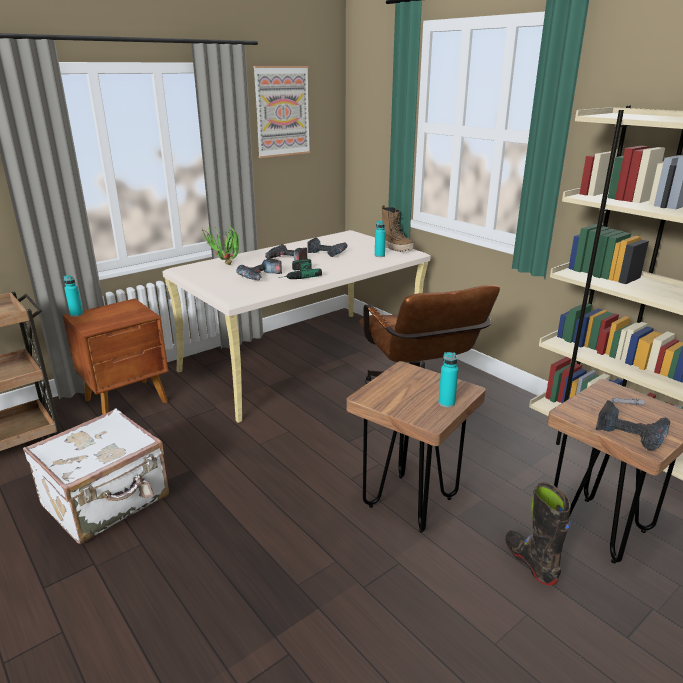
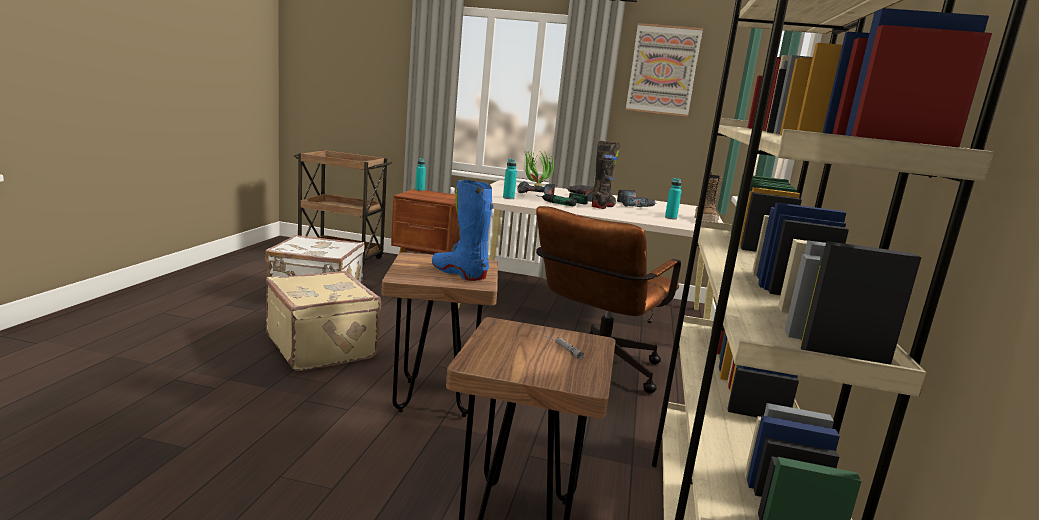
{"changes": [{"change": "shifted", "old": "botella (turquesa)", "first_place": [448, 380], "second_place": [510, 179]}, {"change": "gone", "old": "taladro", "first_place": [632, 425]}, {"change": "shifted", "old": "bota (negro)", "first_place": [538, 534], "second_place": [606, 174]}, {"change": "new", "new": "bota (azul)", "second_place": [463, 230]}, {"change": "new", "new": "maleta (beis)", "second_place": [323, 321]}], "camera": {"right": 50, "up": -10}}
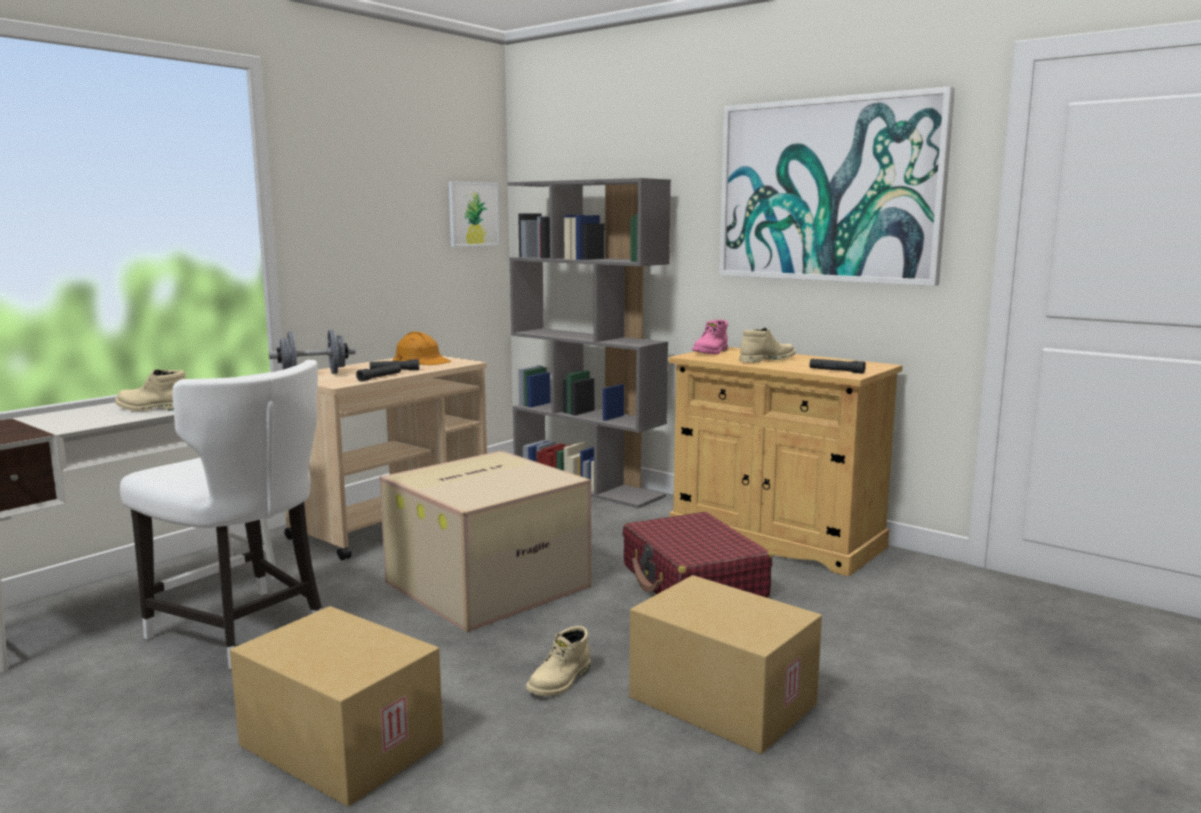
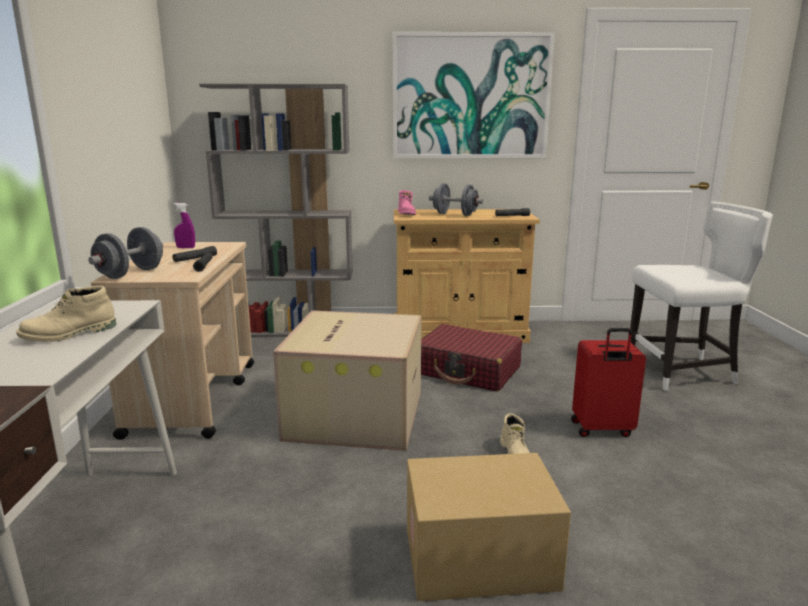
{"changes": [{"change": "gone", "old": "cuadro", "first_place": [474, 214]}, {"change": "swapped", "old": "bota (beis)", "new": "mancuerna (gris)", "first_place": [768, 345], "second_place": [456, 199]}, {"change": "swapped", "old": "casco (naranja)", "new": "pulverizador (morado)", "first_place": [422, 348], "second_place": [184, 225]}, {"change": "shifted", "old": "silla (blanco)", "first_place": [221, 515], "second_place": [701, 296]}, {"change": "swapped", "old": "caja de cartón", "new": "maleta (rojo)", "first_place": [725, 664], "second_place": [608, 382]}], "camera": {"right": -40, "up": 5}}
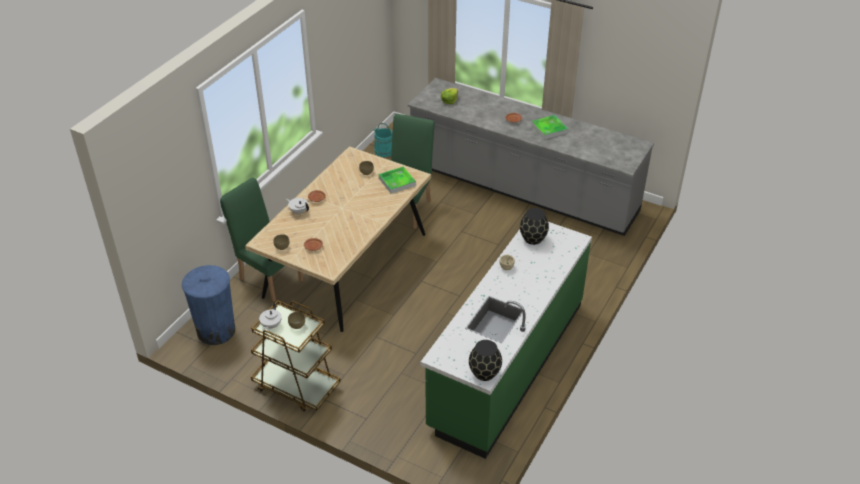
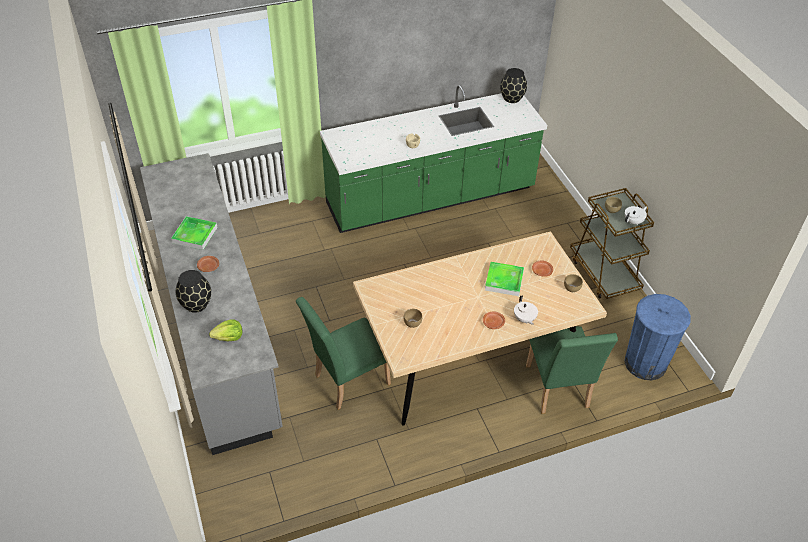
{"changes": [{"change": "gone", "old": "cubo (turquesa)", "first_place": [383, 140]}, {"change": "shifted", "old": "bandeja", "first_place": [397, 180], "second_place": [504, 279]}, {"change": "shifted", "old": "florero (negro)", "first_place": [534, 226], "second_place": [193, 291]}], "camera": {"right": -140, "up": 5}}
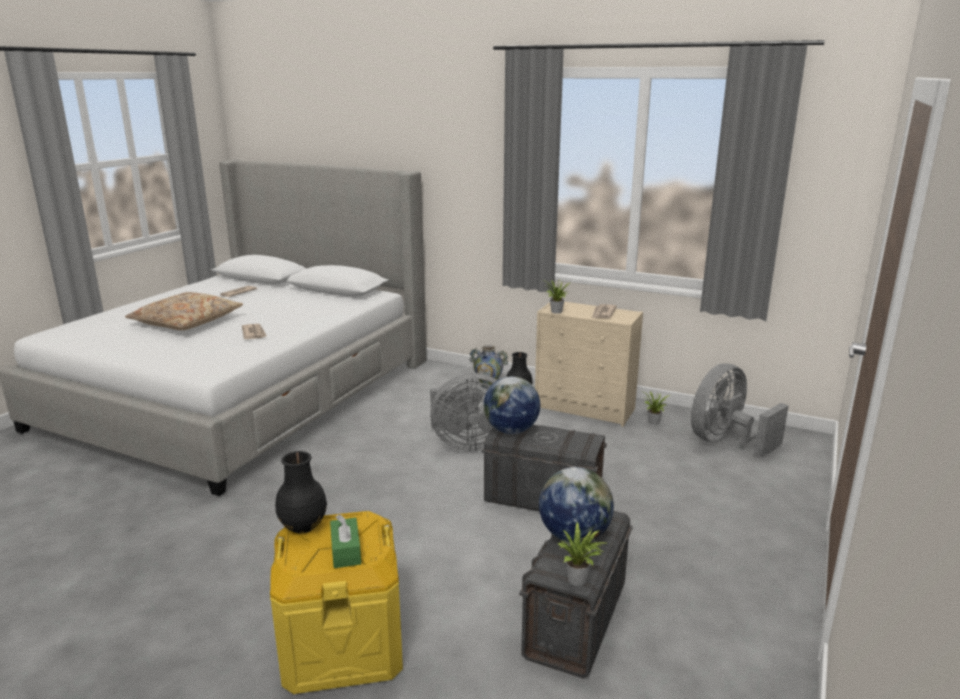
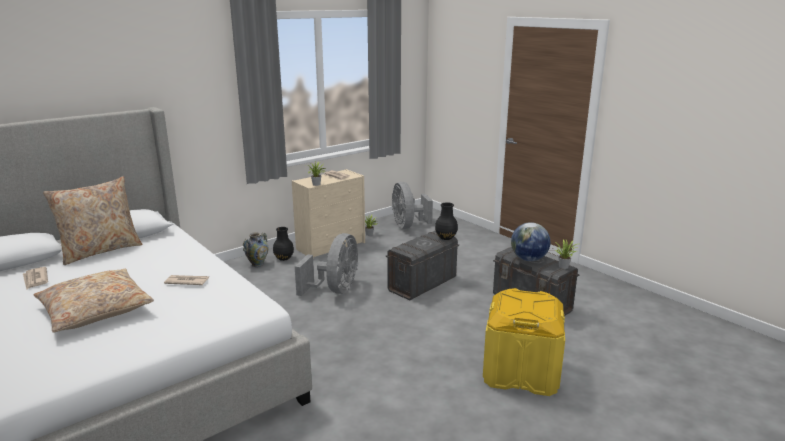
{"changes": [{"change": "gone", "old": "globo terráqueo", "first_place": [511, 405]}, {"change": "shifted", "old": "florero (negro)", "first_place": [301, 492], "second_place": [446, 221]}, {"change": "gone", "old": "caja de pañuelos (verde)", "first_place": [345, 541]}, {"change": "new", "new": "cojín (beis)", "second_place": [93, 221]}], "camera": {"right": -65, "up": 0}}
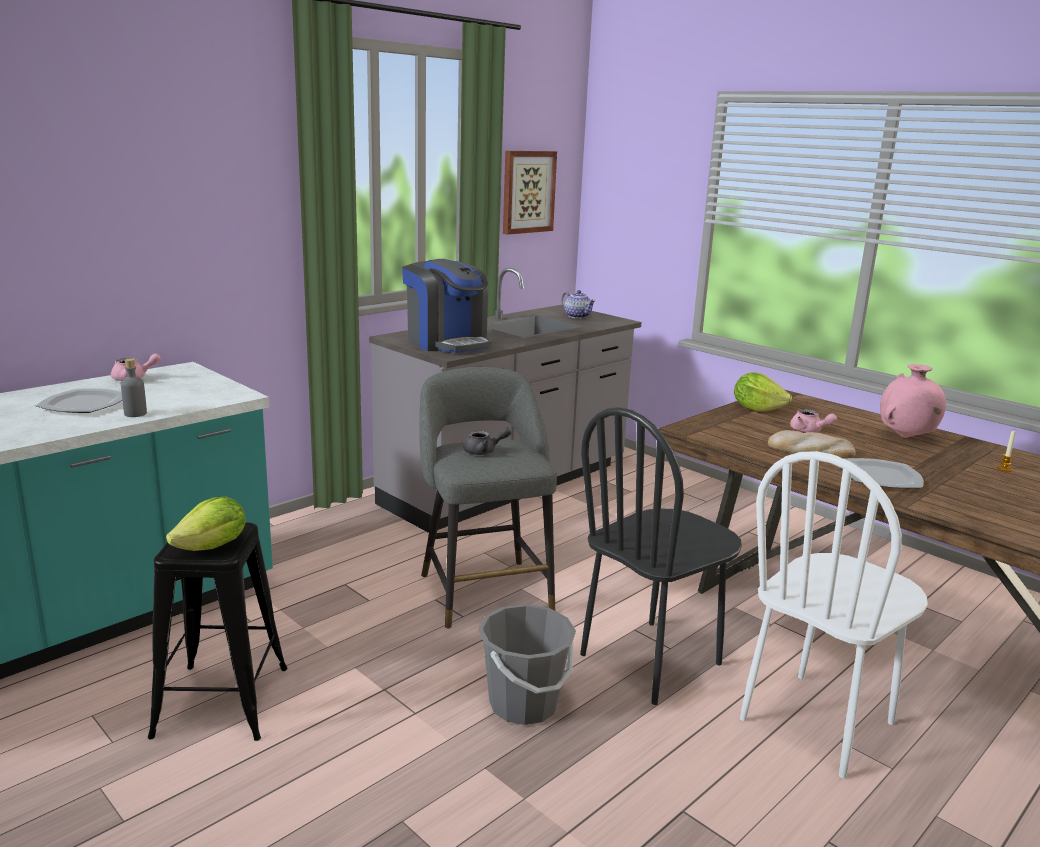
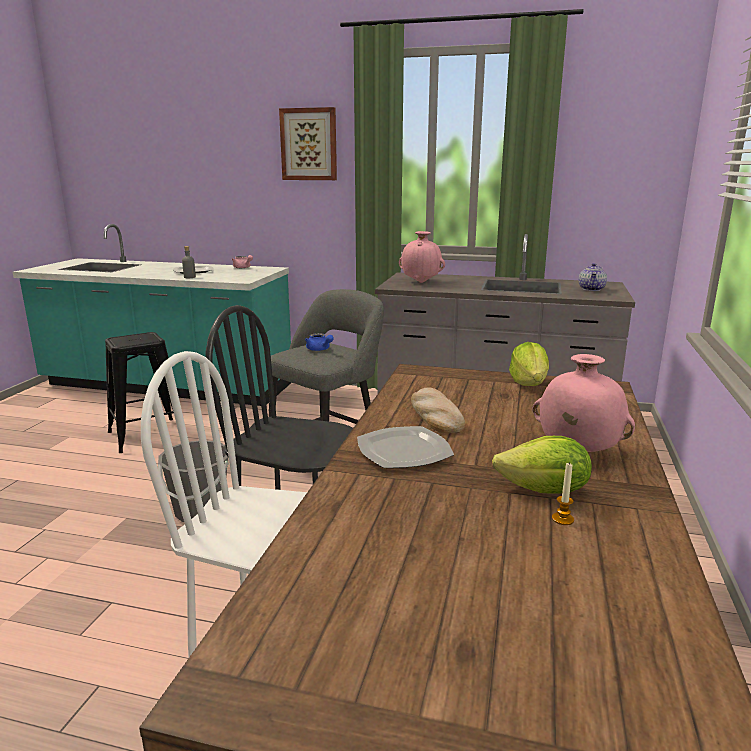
{"changes": [{"change": "shifted", "old": "cuadro", "first_place": [530, 193], "second_place": [308, 143]}, {"change": "swapped", "old": "cafetera", "new": "florero (rosa)", "first_place": [447, 306], "second_place": [422, 257]}, {"change": "gone", "old": "tetera (rosa)", "first_place": [813, 420]}, {"change": "repainted", "old": "tetera (gris)", "new": "tetera (azul)", "first_place": [487, 441], "second_place": [319, 342]}, {"change": "shifted", "old": "lechuga", "first_place": [206, 523], "second_place": [542, 465]}], "camera": {"right": 60, "up": 0}}
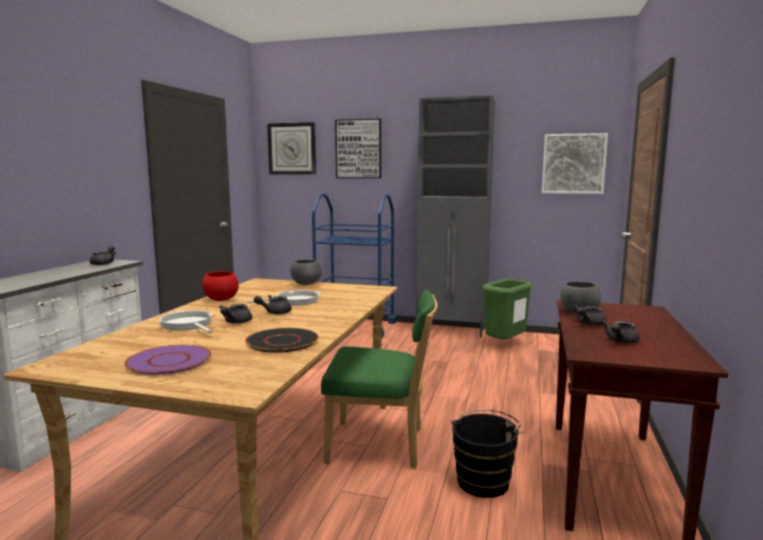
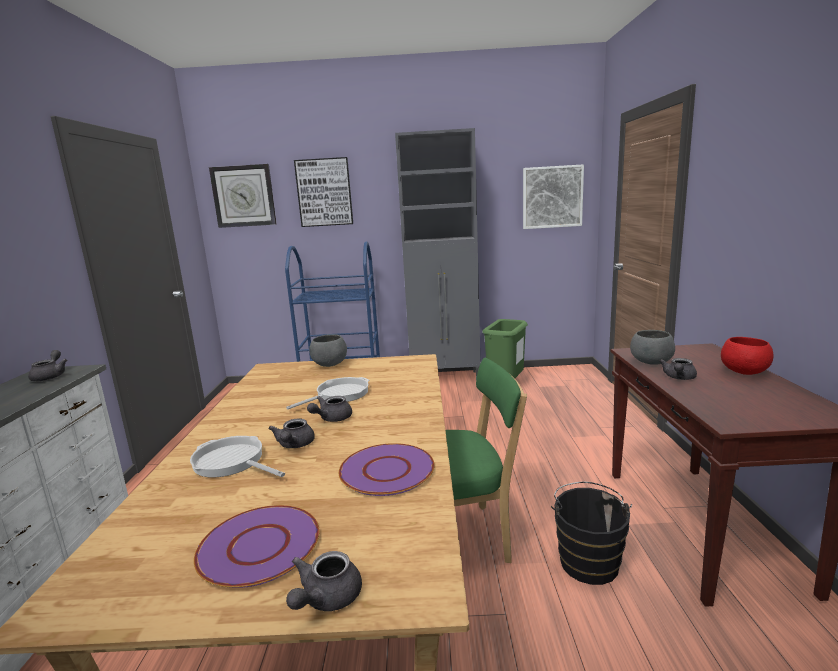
{"changes": [{"change": "shifted", "old": "cuenco (rojo)", "first_place": [220, 286], "second_place": [747, 356]}, {"change": "shifted", "old": "tetera (gris)", "first_place": [621, 331], "second_place": [324, 581]}, {"change": "repainted", "old": "plato (negro)", "new": "plato (morado)", "first_place": [282, 340], "second_place": [387, 469]}], "camera": {"right": -15, "up": 5}}
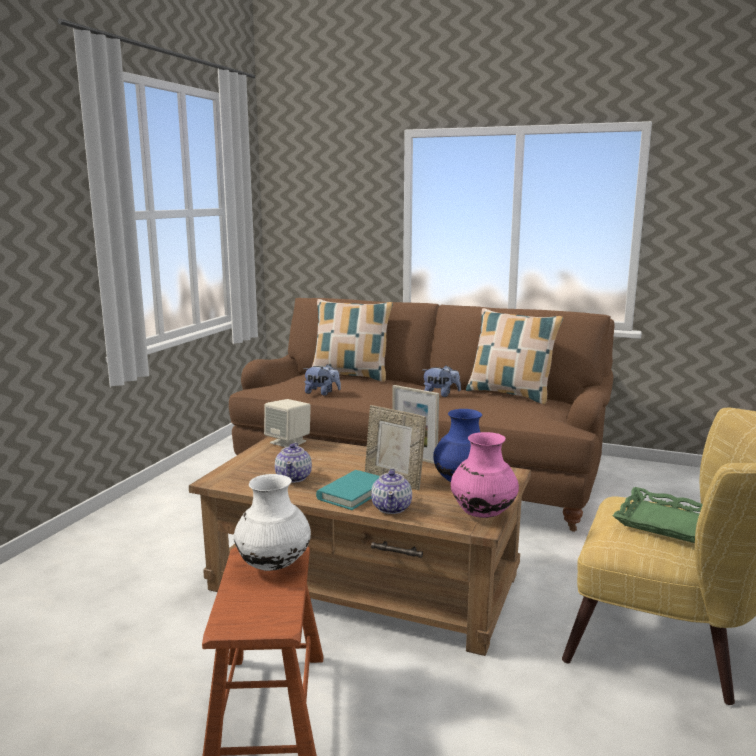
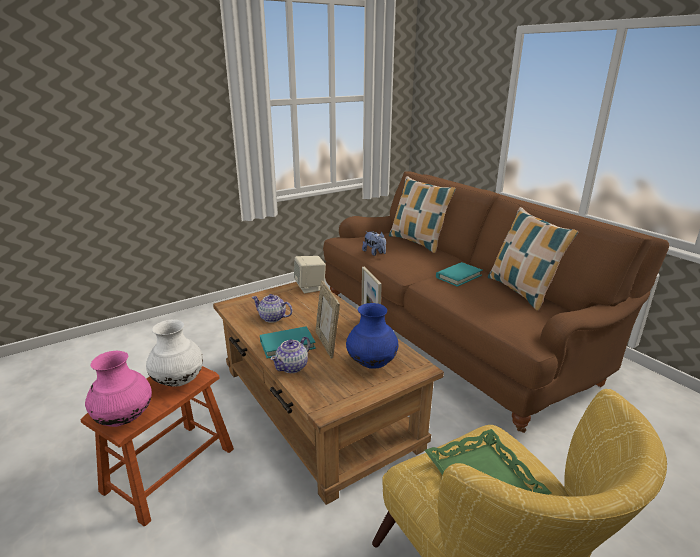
{"changes": [{"change": "swapped", "old": "peluche", "new": "libro (turquesa)", "first_place": [442, 381], "second_place": [459, 274]}, {"change": "shifted", "old": "florero (rosa)", "first_place": [485, 475], "second_place": [118, 389]}, {"change": "rotated", "old": "tetera", "first_place": [293, 463], "second_place": [272, 308], "degrees": 75}], "camera": {"right": 35, "up": 10}}
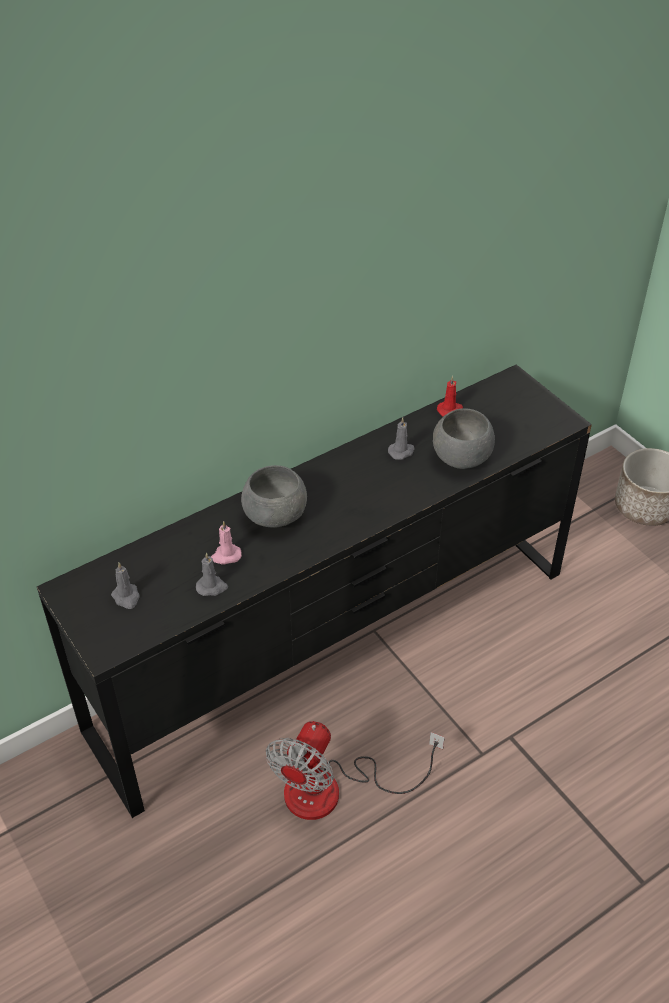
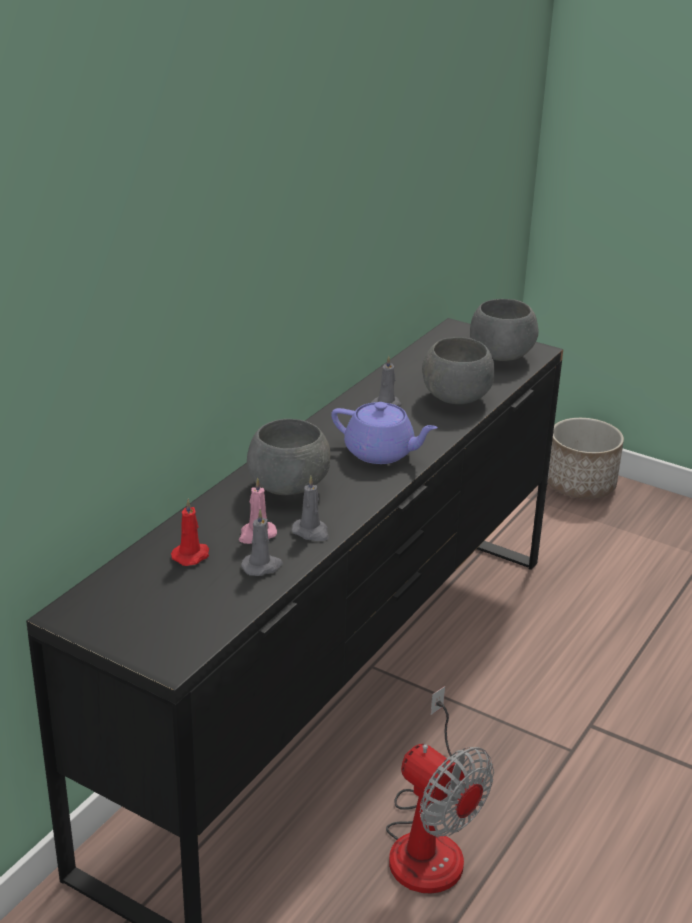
{"changes": [{"change": "shifted", "old": "vela (rojo)", "first_place": [450, 396], "second_place": [190, 532]}, {"change": "shifted", "old": "vela (gris)", "first_place": [125, 586], "second_place": [310, 508]}, {"change": "rotated", "old": "ventilador", "first_place": [355, 770], "second_place": [440, 789], "degrees": -45}, {"change": "new", "new": "cuenco (gris)", "second_place": [504, 330]}, {"change": "new", "new": "tetera (morado)", "second_place": [384, 433]}], "camera": {"right": -25, "up": -15}}
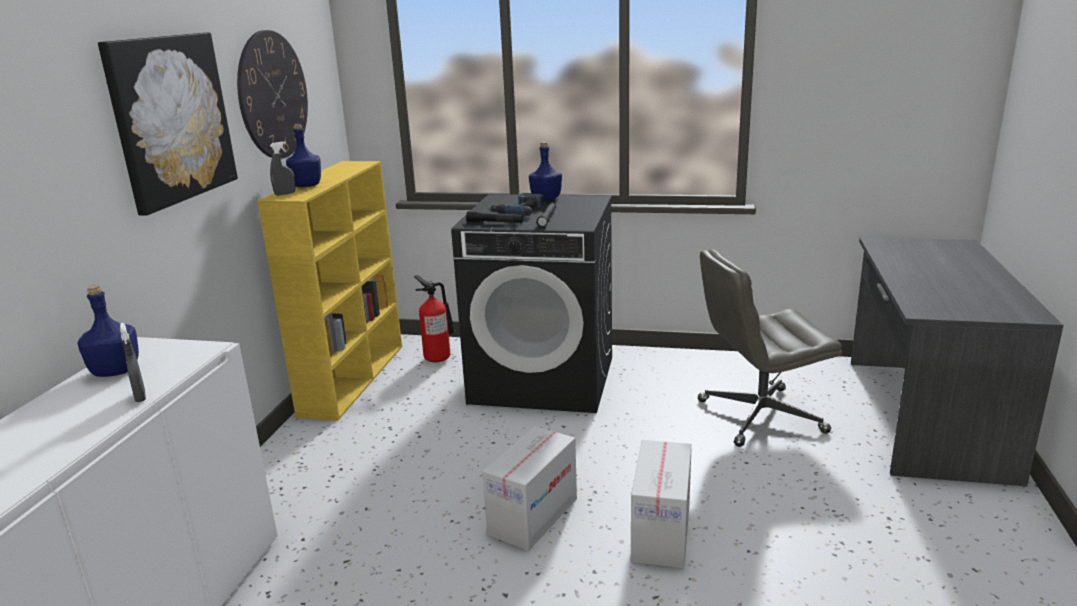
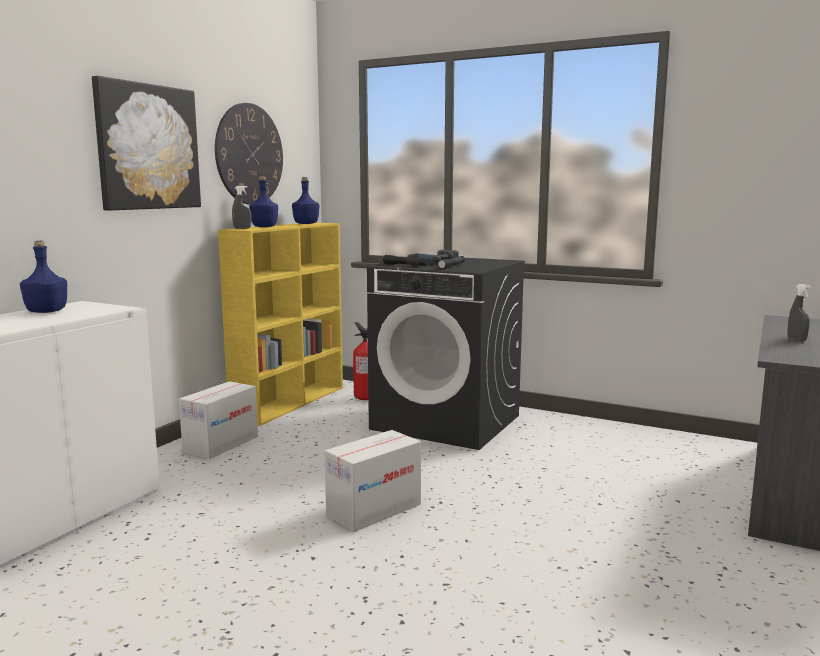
{"changes": [{"change": "shifted", "old": "botella (azul)", "first_place": [545, 171], "second_place": [305, 200]}, {"change": "gone", "old": "silla de oficina (gris)", "first_place": [770, 348]}, {"change": "shifted", "old": "pulverizador (gris)", "first_place": [133, 362], "second_place": [799, 312]}, {"change": "shifted", "old": "caja de cartón", "first_place": [661, 504], "second_place": [218, 420]}], "camera": {"right": 15, "up": -10}}
